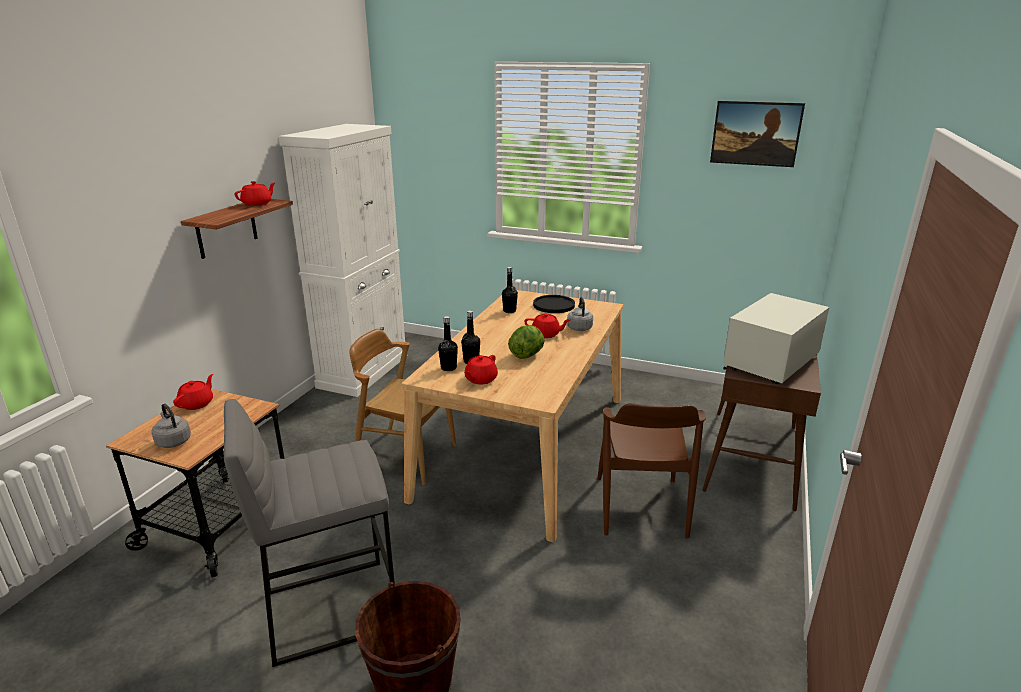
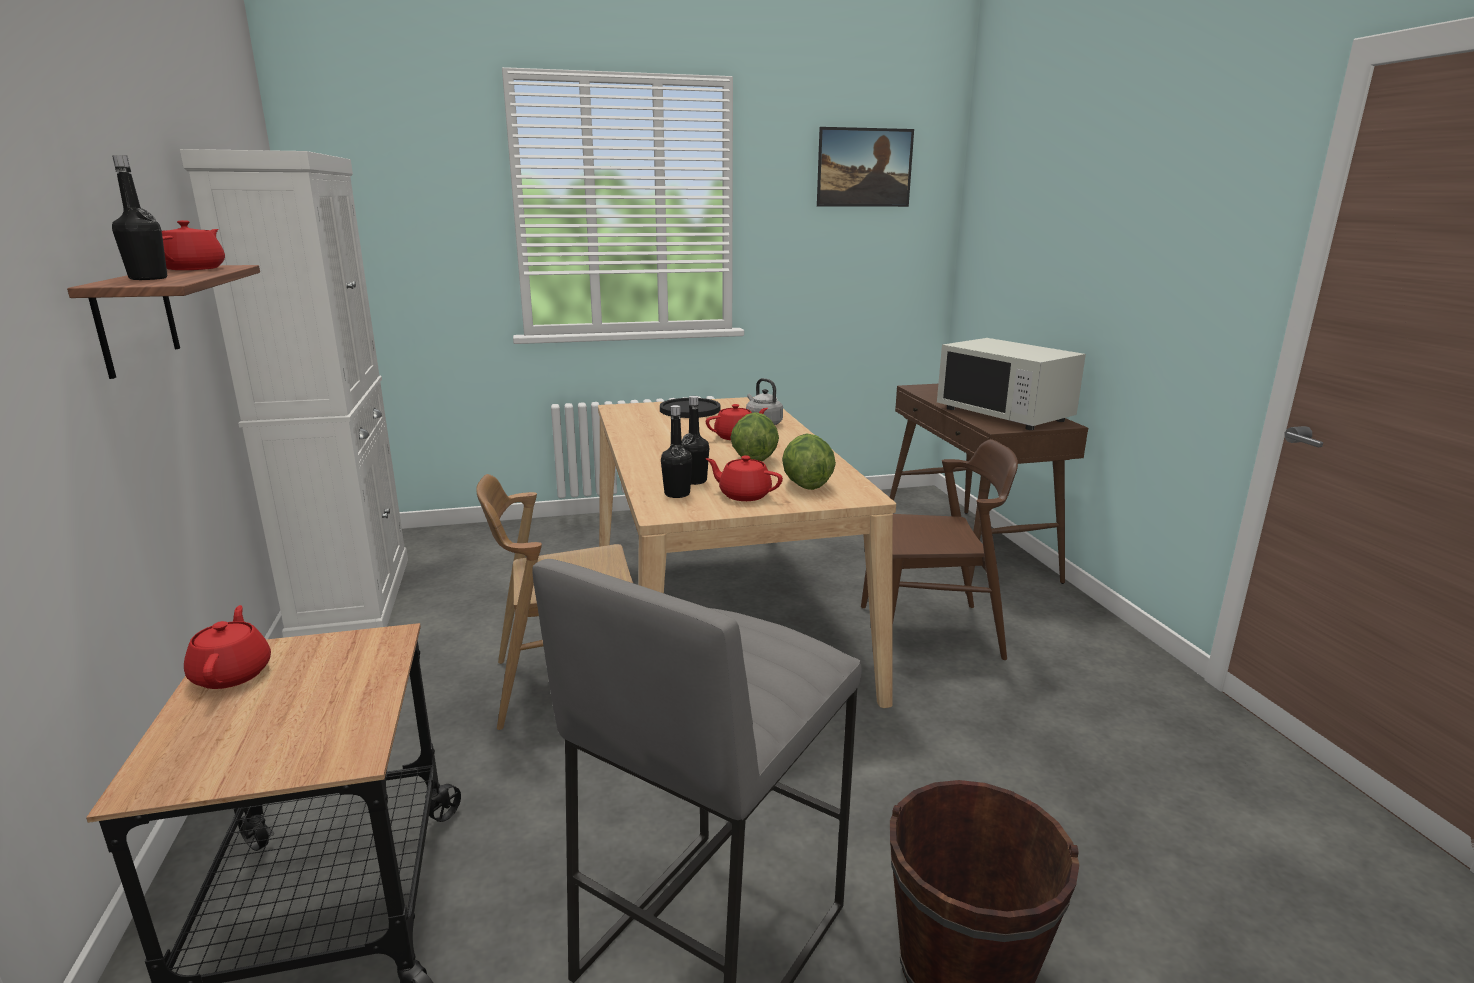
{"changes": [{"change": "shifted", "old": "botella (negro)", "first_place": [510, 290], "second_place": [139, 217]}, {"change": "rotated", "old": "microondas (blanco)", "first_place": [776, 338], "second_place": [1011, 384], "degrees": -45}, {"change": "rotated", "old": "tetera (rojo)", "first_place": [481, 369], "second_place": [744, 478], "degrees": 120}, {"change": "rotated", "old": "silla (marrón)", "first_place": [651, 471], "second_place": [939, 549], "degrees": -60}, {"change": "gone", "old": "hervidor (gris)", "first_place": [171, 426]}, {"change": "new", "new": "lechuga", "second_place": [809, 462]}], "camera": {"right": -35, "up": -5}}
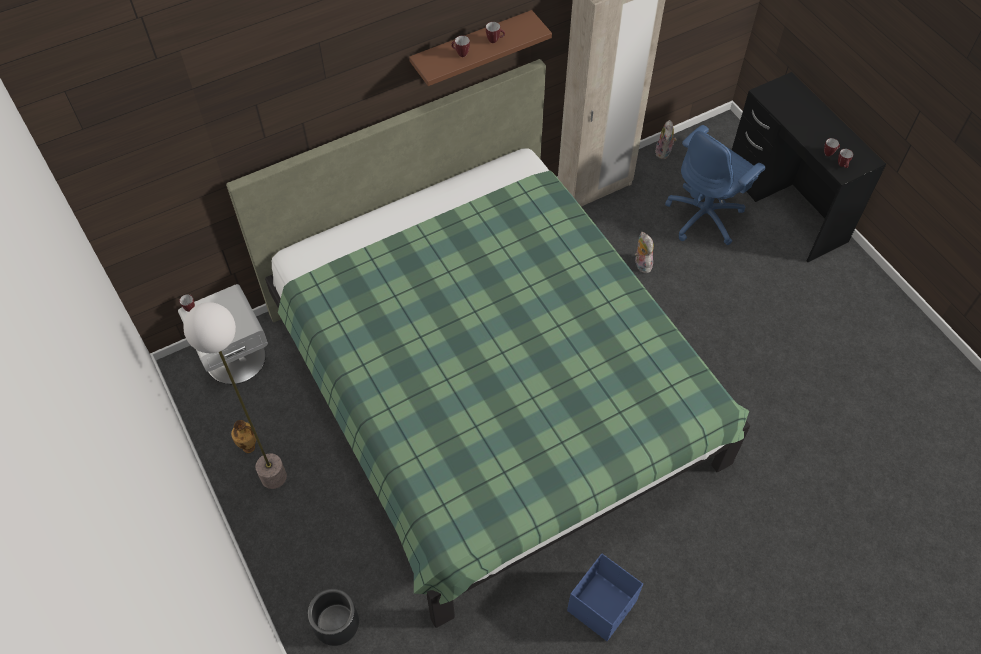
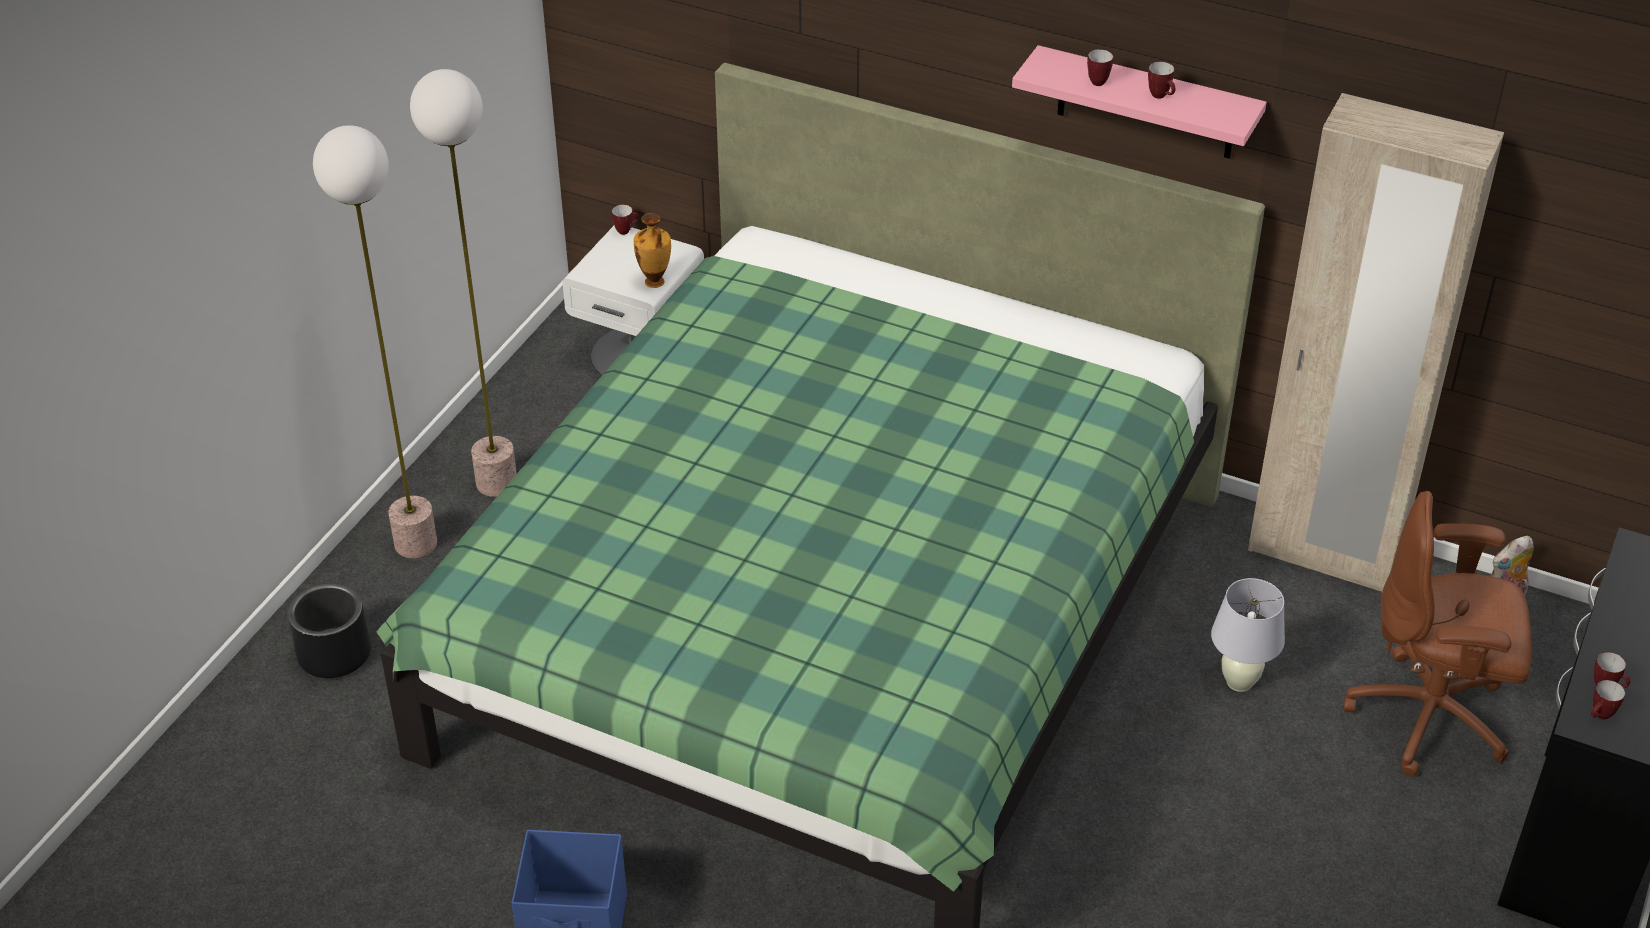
{"changes": [{"change": "repainted", "old": "estante (marrón)", "new": "estante (rosa)", "first_place": [480, 48], "second_place": [1139, 102]}, {"change": "repainted", "old": "silla de oficina (azul)", "new": "silla de oficina (marrón)", "first_place": [715, 185], "second_place": [1437, 633]}, {"change": "swapped", "old": "peluche", "new": "lámpara de mesa (blanco)", "first_place": [644, 252], "second_place": [1248, 635]}, {"change": "shifted", "old": "florero", "first_place": [243, 436], "second_place": [652, 250]}, {"change": "new", "new": "lámpara de pie", "second_place": [375, 341]}], "camera": {"right": 55, "up": -15}}
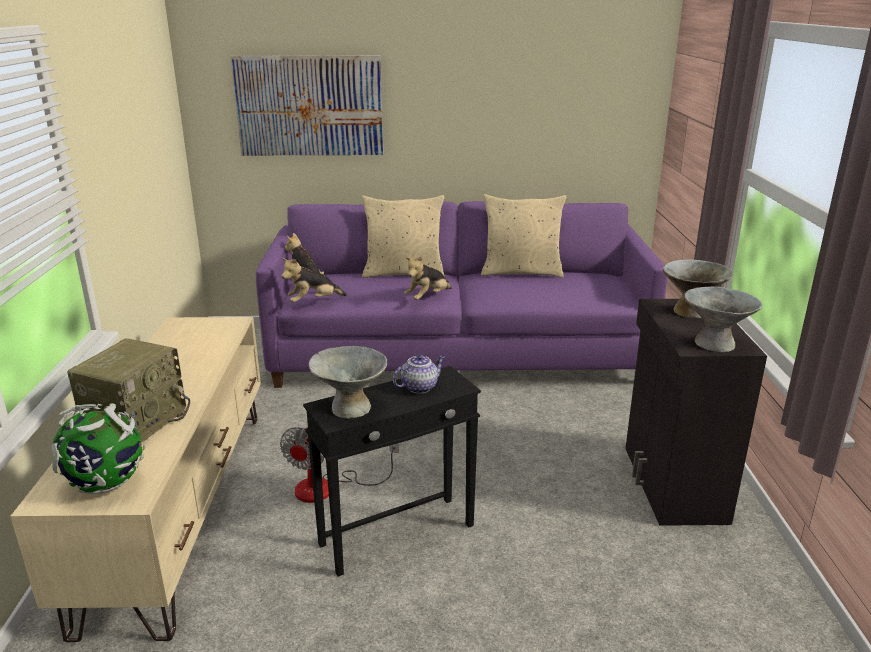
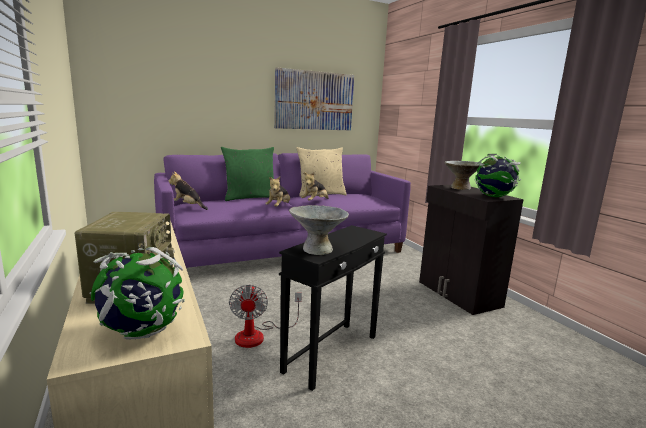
{"changes": [{"change": "shifted", "old": "cuadro", "first_place": [307, 105], "second_place": [314, 98]}, {"change": "repainted", "old": "cojín (beis)", "new": "cojín (verde)", "first_place": [403, 236], "second_place": [247, 174]}, {"change": "shifted", "old": "peluche", "first_place": [314, 280], "second_place": [314, 186]}, {"change": "swapped", "old": "cuenco (gris)", "new": "globo terráqueo", "first_place": [723, 319], "second_place": [497, 175]}, {"change": "gone", "old": "tetera", "first_place": [419, 374]}], "camera": {"right": -25, "up": -10}}
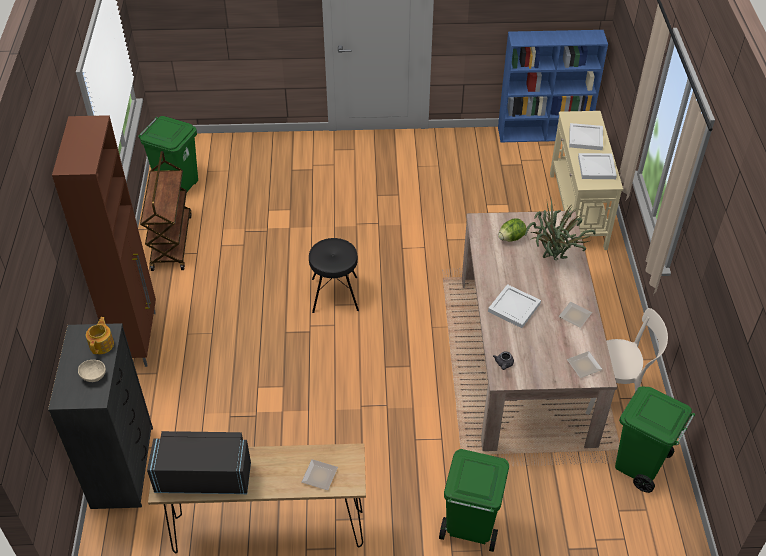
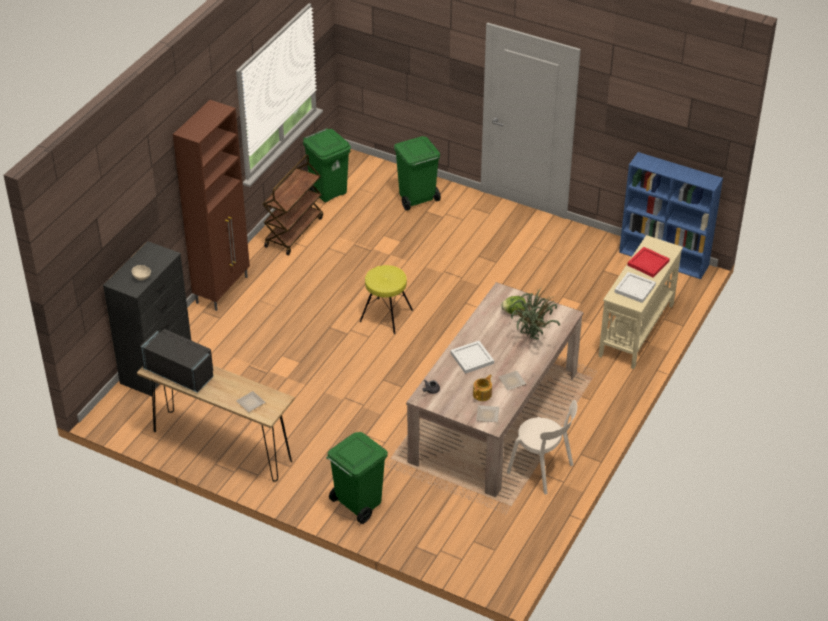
{"changes": [{"change": "repainted", "old": "bandeja (blanco)", "new": "bandeja (rojo)", "first_place": [586, 136], "second_place": [648, 262]}, {"change": "repainted", "old": "taburete (negro)", "new": "taburete (amarillo)", "first_place": [334, 275], "second_place": [386, 299]}, {"change": "shifted", "old": "tetera", "first_place": [100, 335], "second_place": [482, 388]}, {"change": "shifted", "old": "papelera (verde)", "first_place": [655, 439], "second_place": [417, 173]}], "camera": {"right": 30, "up": -5}}
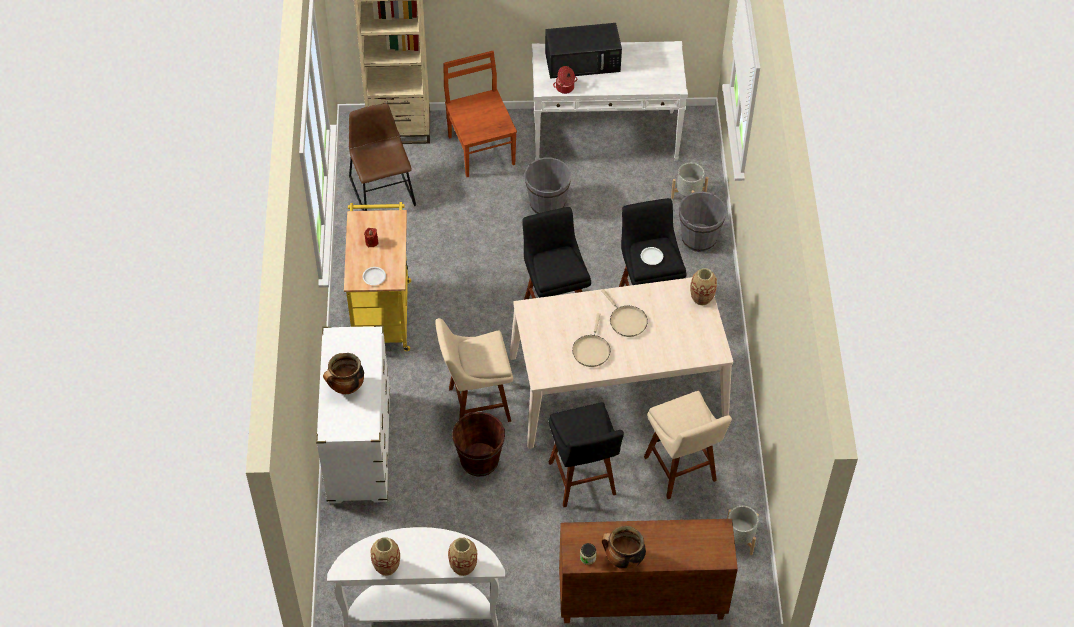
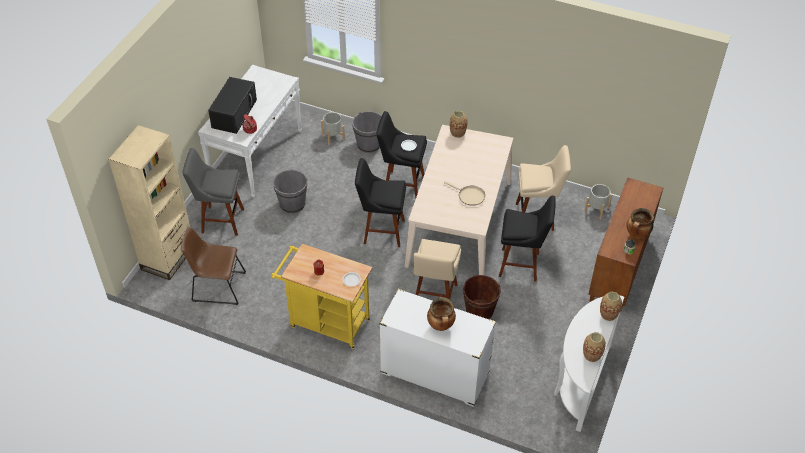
{"changes": [{"change": "swapped", "old": "silla (marrón)", "new": "taburete (gris)", "first_place": [480, 114], "second_place": [213, 192]}, {"change": "gone", "old": "sartén (beis)", "first_place": [624, 313]}], "camera": {"right": -65, "up": -5}}
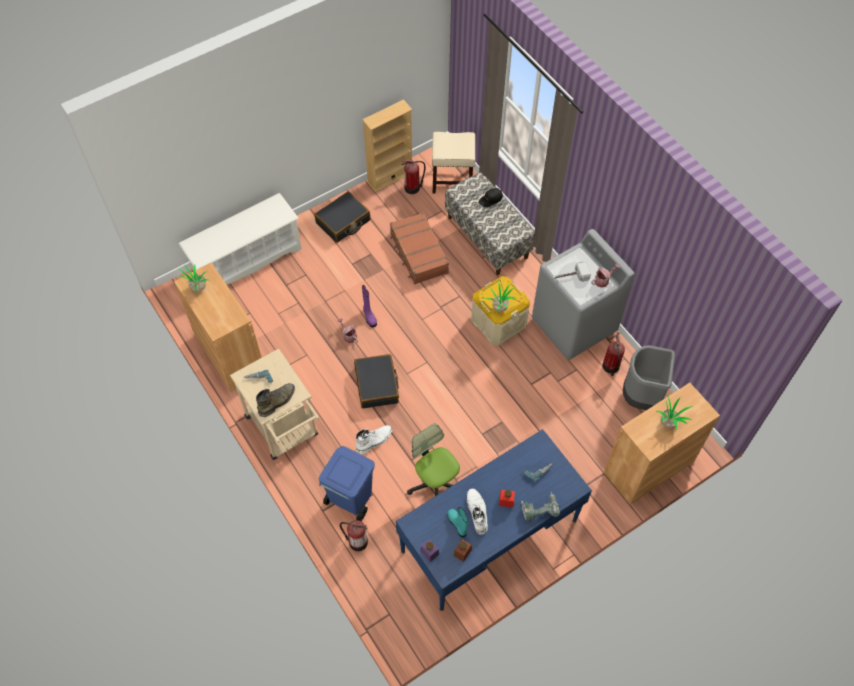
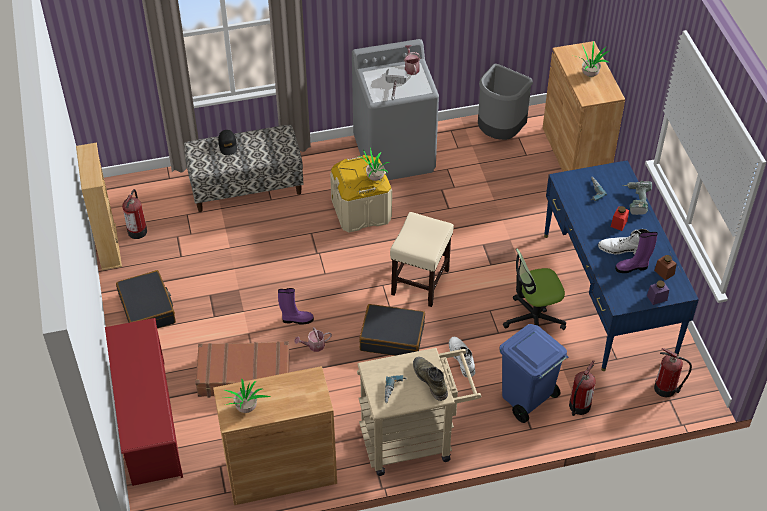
{"changes": [{"change": "shifted", "old": "taburete (beis)", "first_place": [453, 162], "second_place": [422, 259]}, {"change": "repainted", "old": "zapatero (blanco)", "new": "zapatero (rojo)", "first_place": [240, 239], "second_place": [144, 402]}, {"change": "shifted", "old": "maleta (marrón)", "first_place": [419, 248], "second_place": [242, 369]}, {"change": "shifted", "old": "extintor", "first_place": [613, 354], "second_place": [673, 372]}, {"change": "repainted", "old": "bota (turquesa)", "new": "bota (morado)", "first_place": [457, 522], "second_place": [636, 252]}], "camera": {"right": -70, "up": -10}}
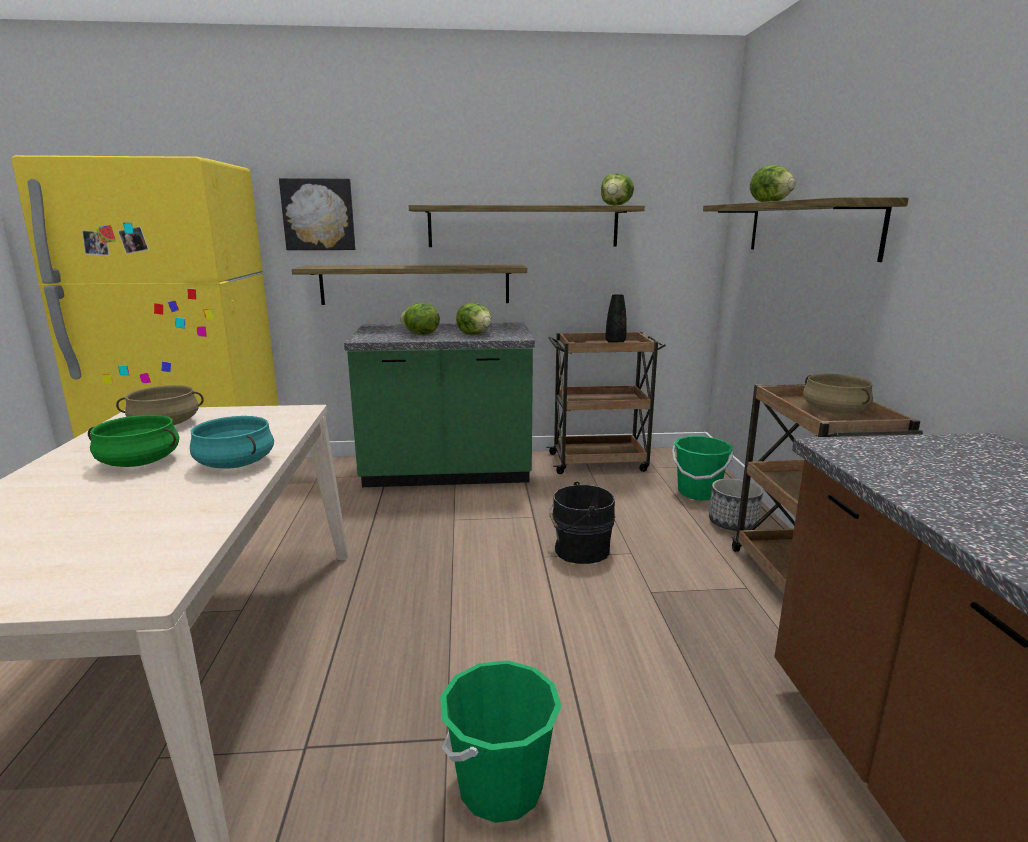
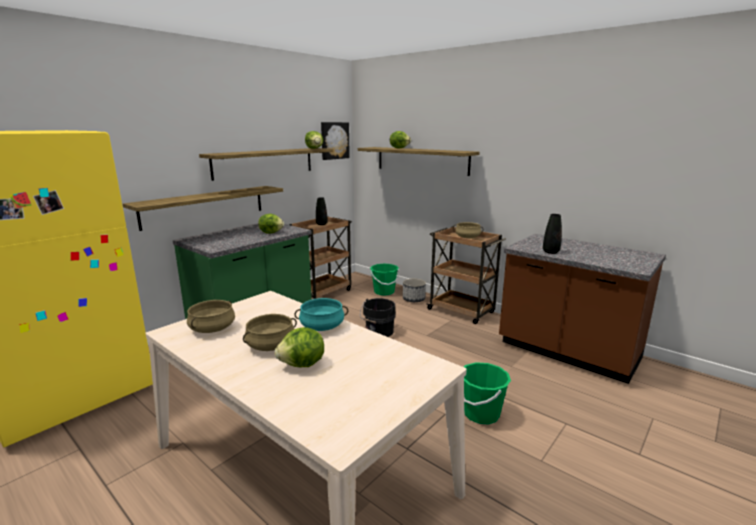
{"changes": [{"change": "shifted", "old": "cuadro", "first_place": [317, 214], "second_place": [335, 141]}, {"change": "shifted", "old": "lechuga", "first_place": [420, 319], "second_place": [299, 347]}, {"change": "repainted", "old": "olla (verde)", "new": "olla (beis)", "first_place": [133, 441], "second_place": [270, 332]}, {"change": "new", "new": "florero (negro)", "second_place": [552, 234]}], "camera": {"right": -45, "up": 0}}
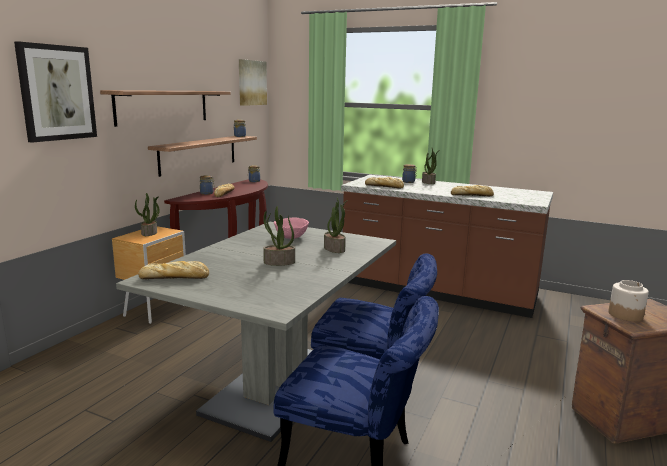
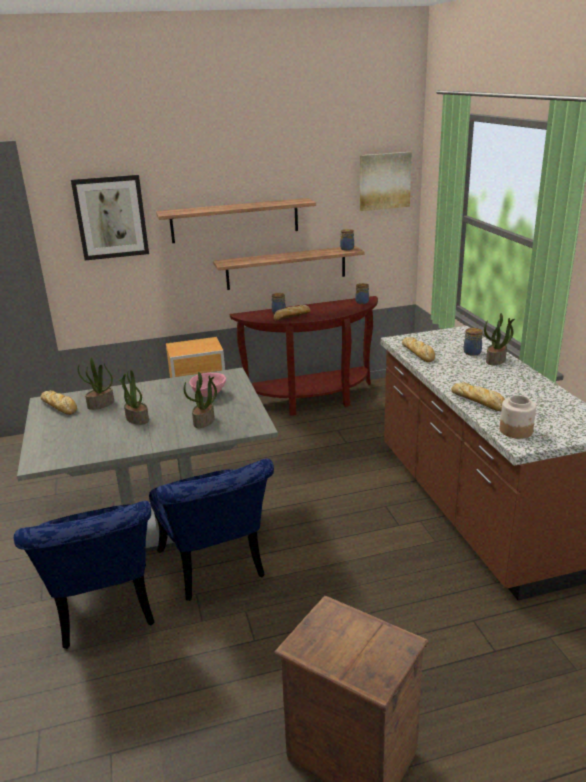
{"changes": [{"change": "shifted", "old": "planta en maceta", "first_place": [147, 214], "second_place": [96, 383]}, {"change": "shifted", "old": "tarro", "first_place": [628, 301], "second_place": [518, 417]}], "camera": {"right": 50, "up": 10}}
